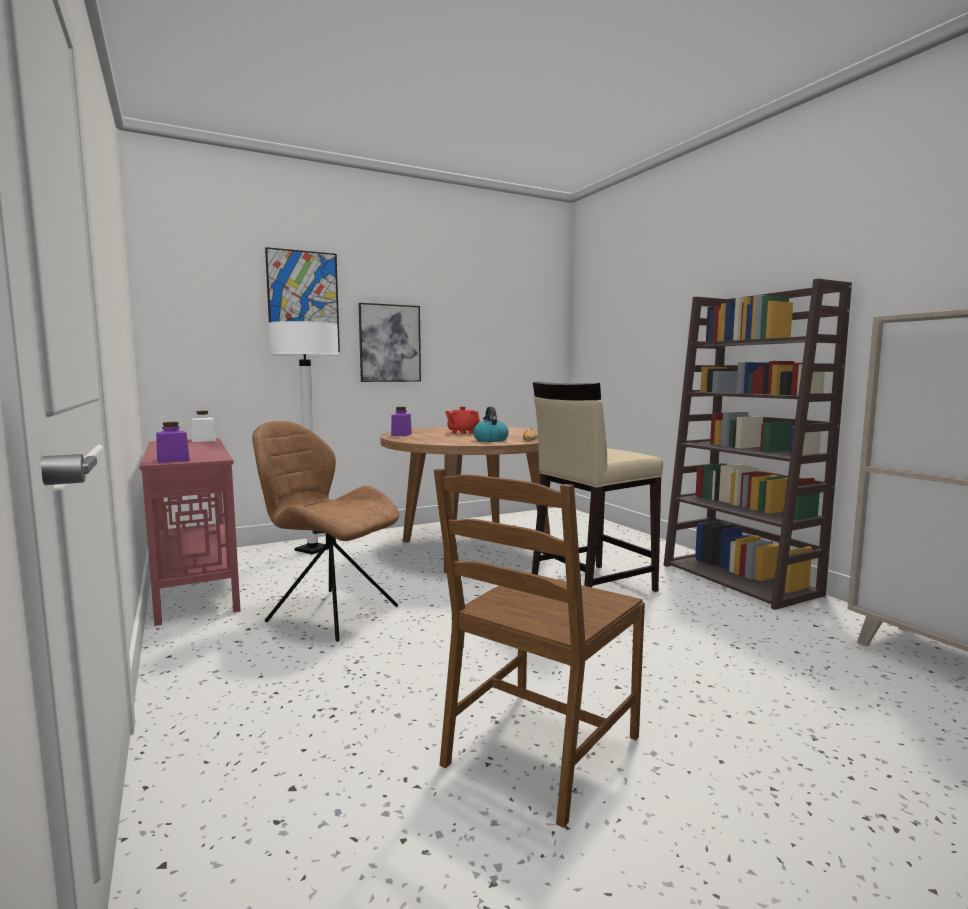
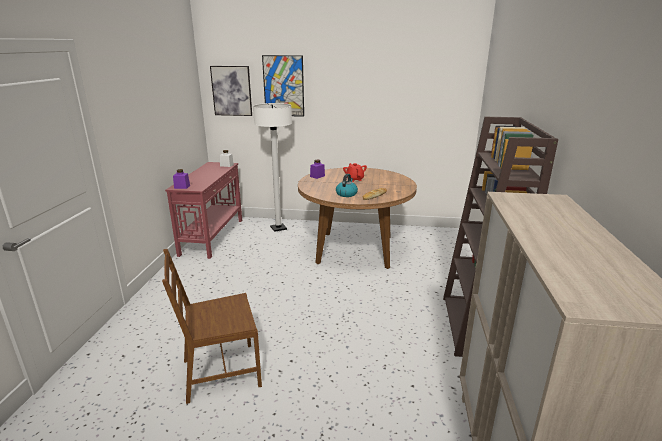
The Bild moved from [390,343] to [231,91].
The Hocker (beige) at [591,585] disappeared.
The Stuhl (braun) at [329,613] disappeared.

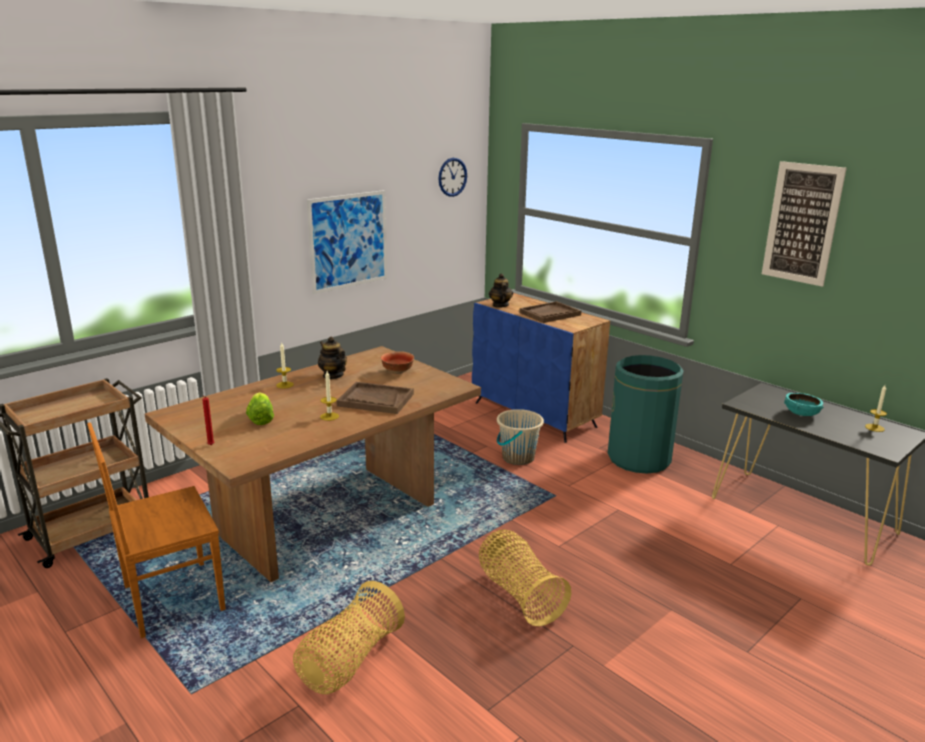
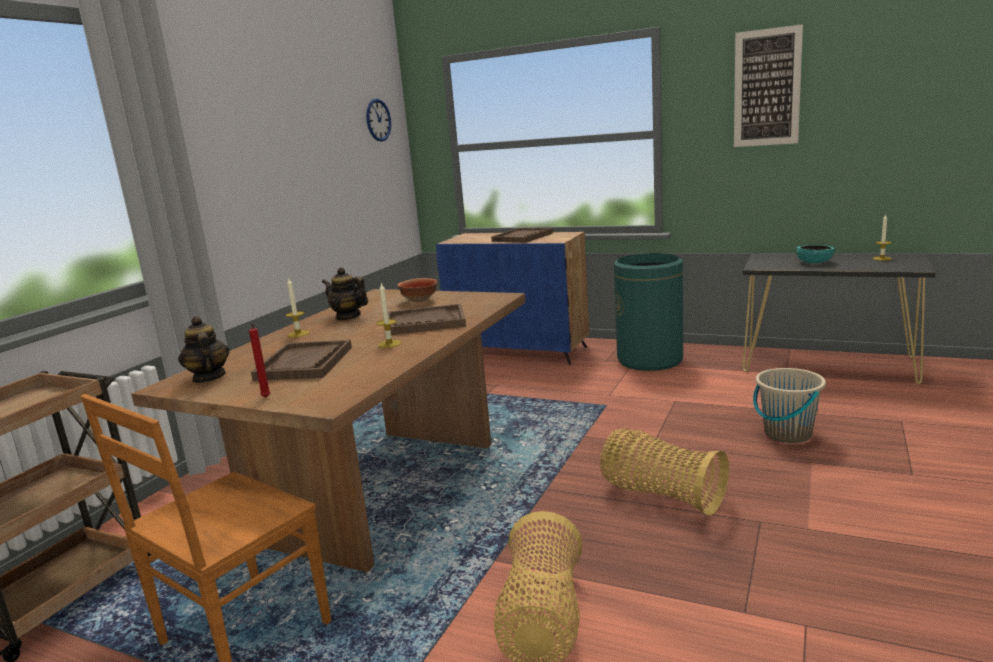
The Bild at [348,241] disappeared.
The Teekanne moved from [500,305] to [208,377].
The Salatkopf at [261,419] was replaced by the Tablett (braun) at [305,363].
The Eimer (beige) moved from [518,457] to [787,434].

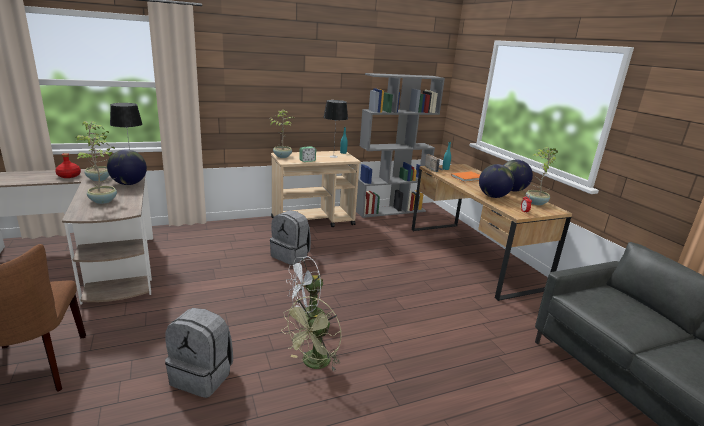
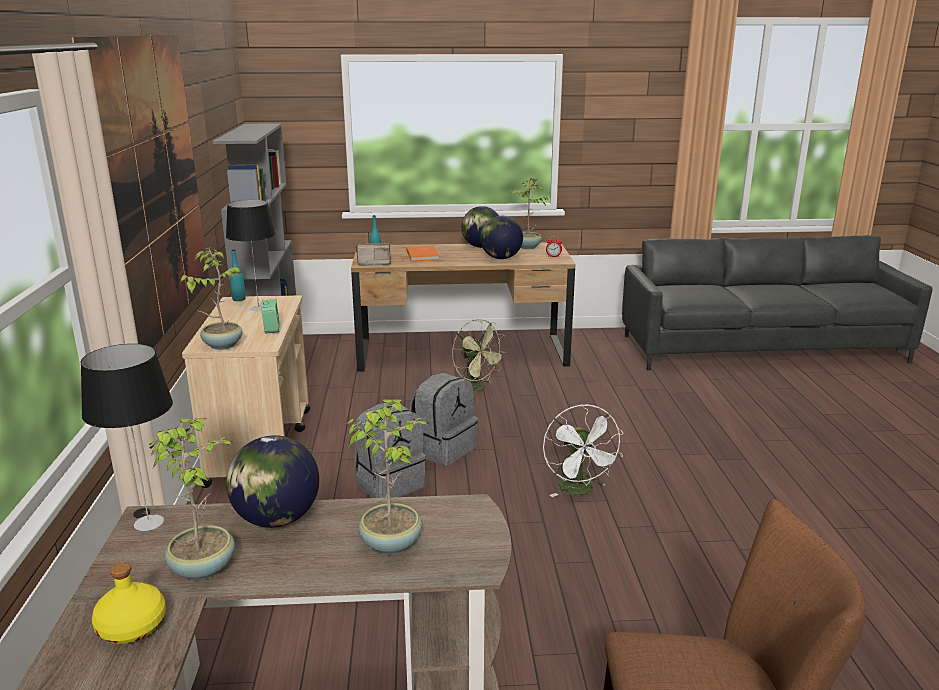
The Flasche (rot) at [69,176] became the Flasche (gelb) at [131,627].
The Ventilator (grün) moved from [313,364] to [476,389].
The Rucksack (grau) moved from [203,376] to [443,449].
The Bild at [155,187] appeared.

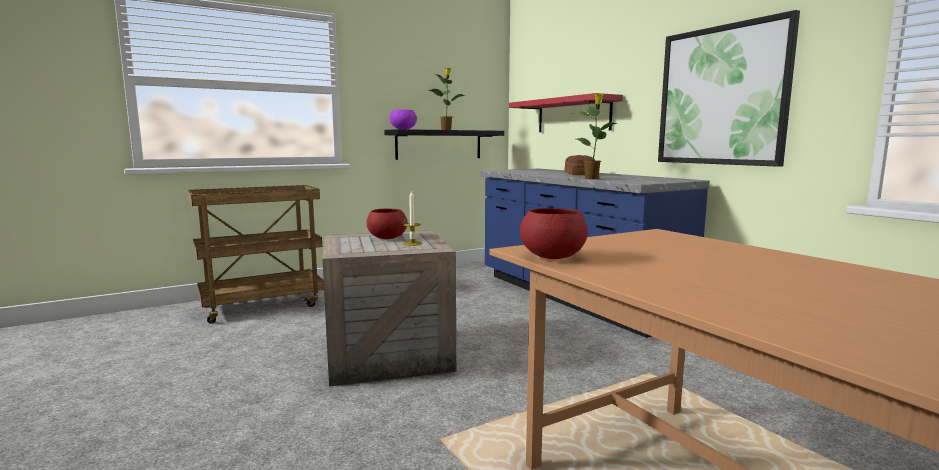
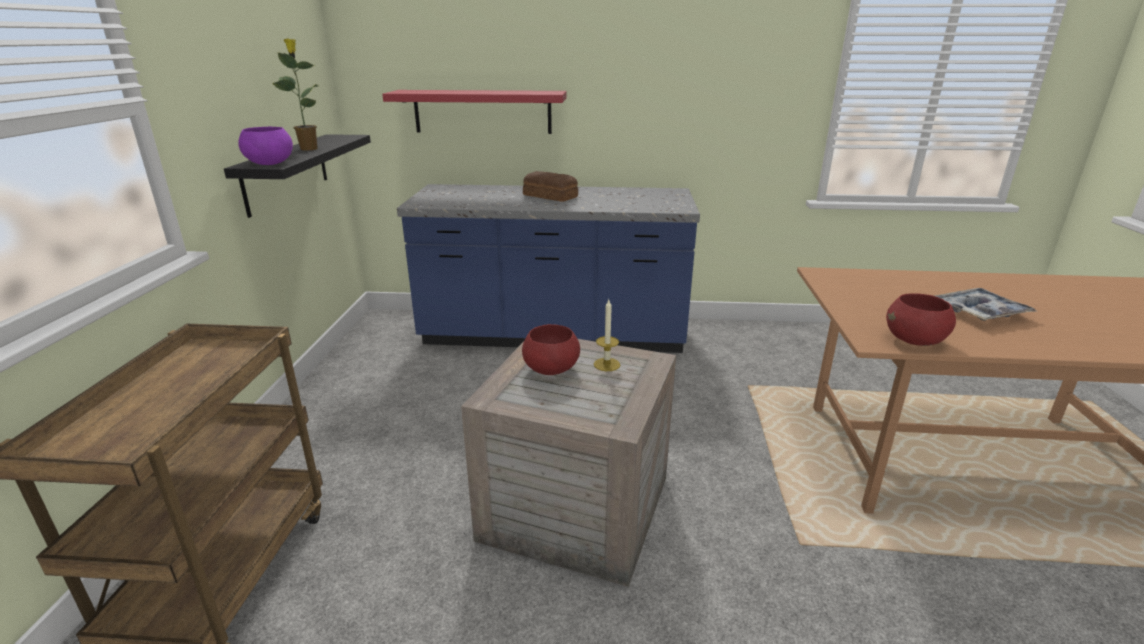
The Bild at [721,96] disappeared.
The Topfpflanze at [592,178] disappeared.
The Tablett at [979,312] appeared.

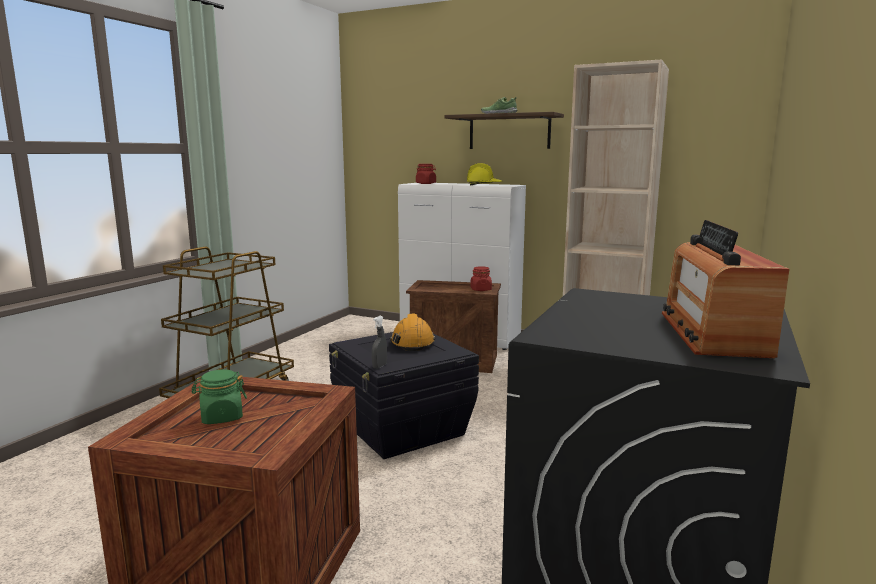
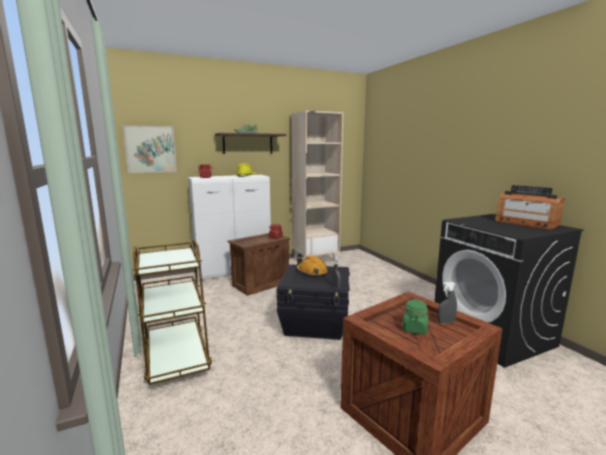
The Bild at [150,149] appeared.
The Sprühflasche (grau) at [445,322] appeared.

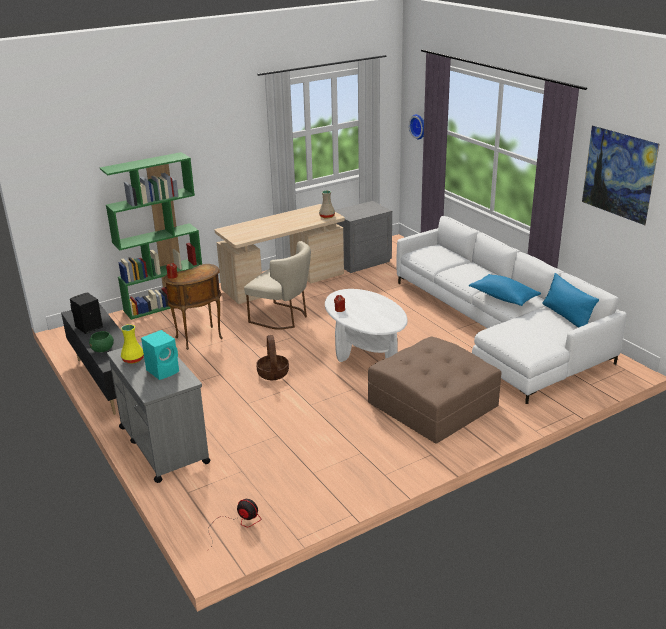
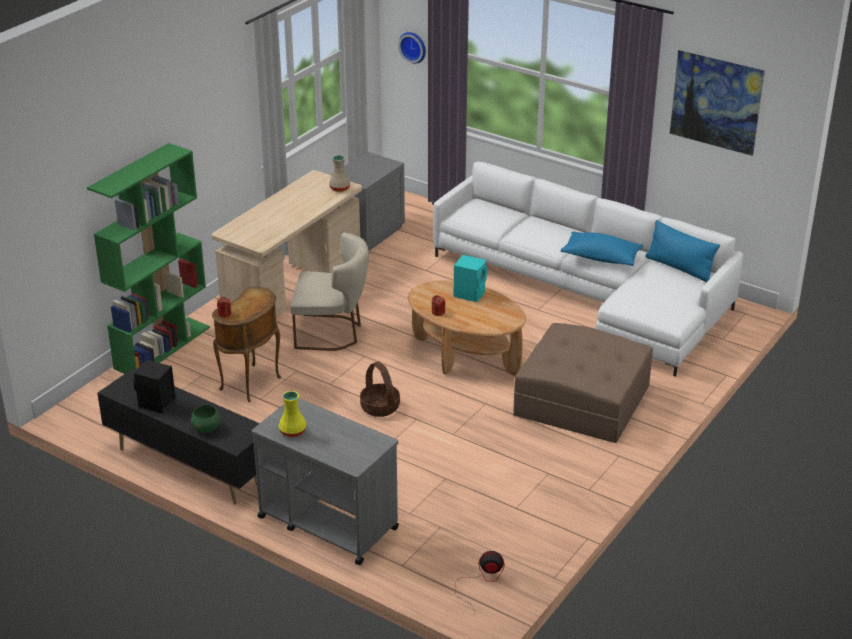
The Couchtisch (weiß) at [365,352] became the Couchtisch (braun) at [465,356].
The Lautsprecher (türkis) moved from [164,370] to [470,293].

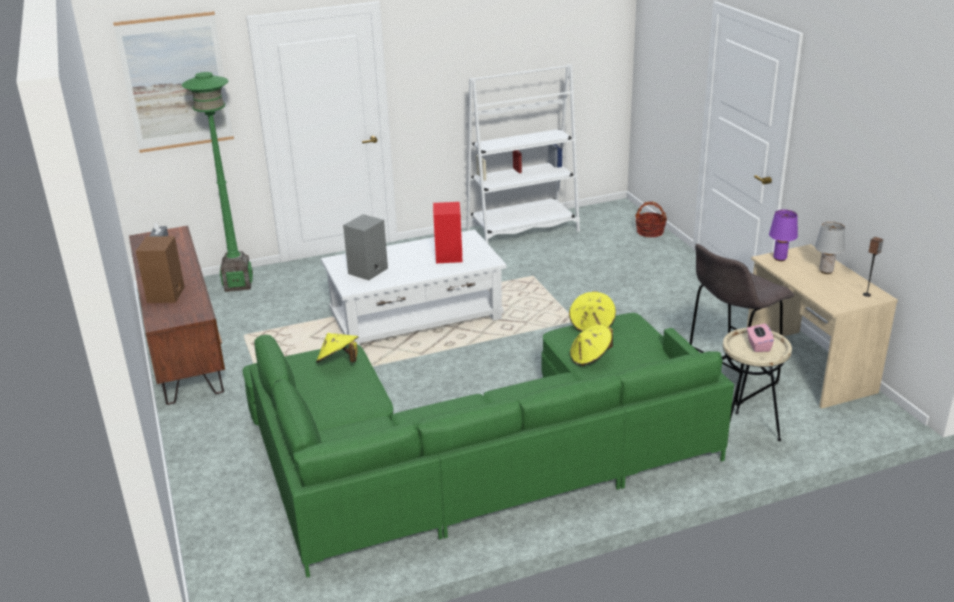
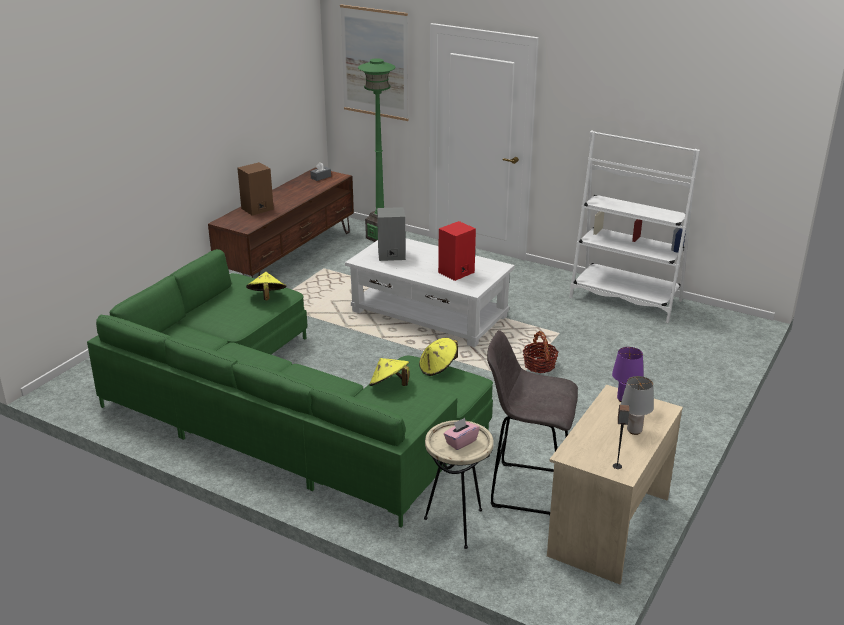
The Korb moved from [650,232] to [539,365].

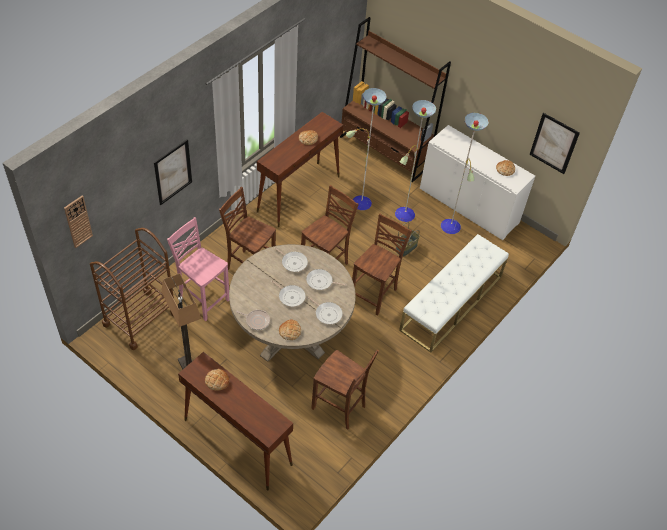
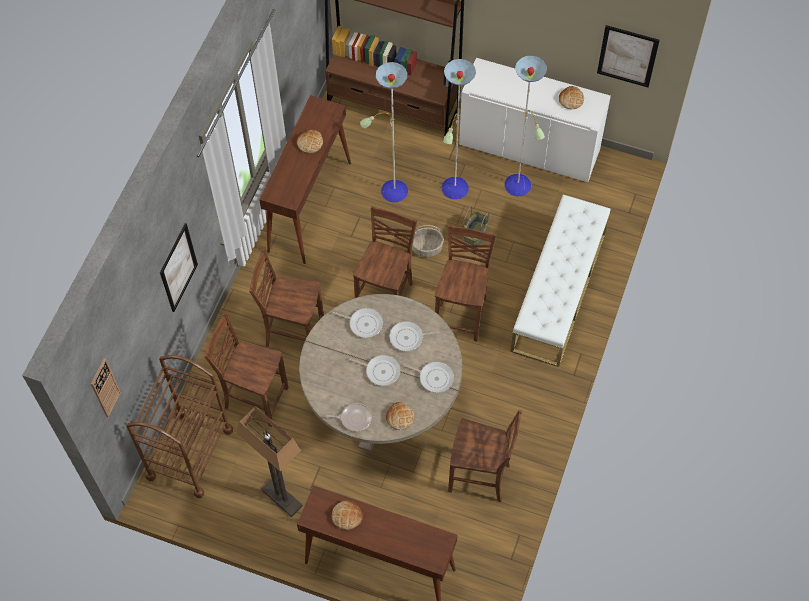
The Stuhl (rosa) at [203,299] became the Stuhl (braun) at [255,398].
The Korb at [426,248] appeared.

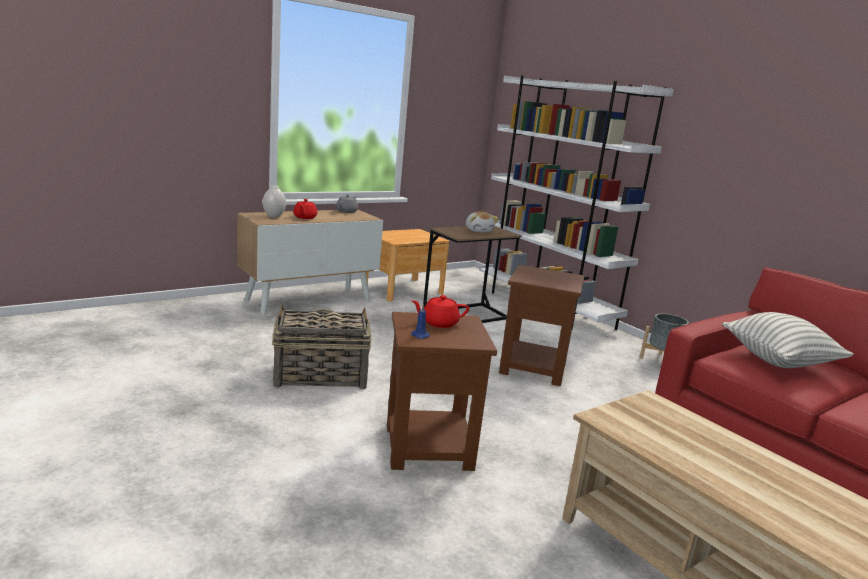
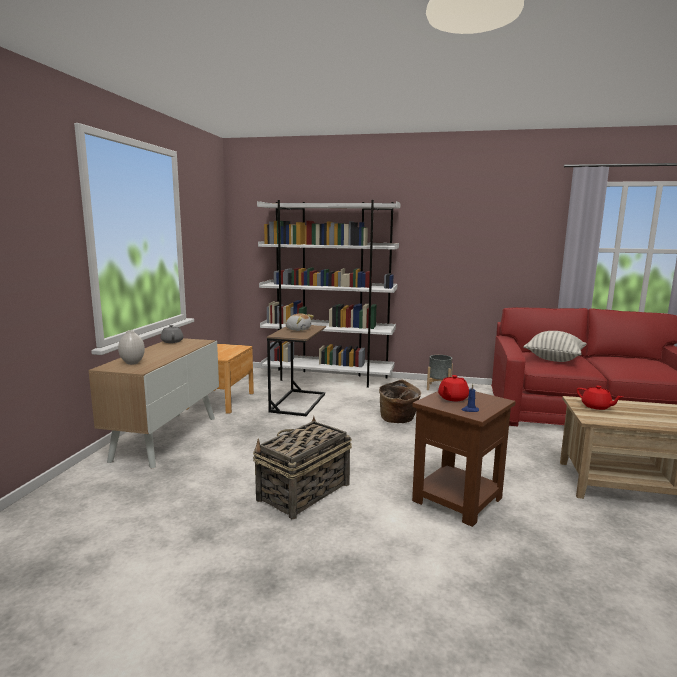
The Teekanne (rot) moved from [304,217] to [596,407].
The Beistelltisch (braun) at [532,368] was replaced by the Korb at [398,420].

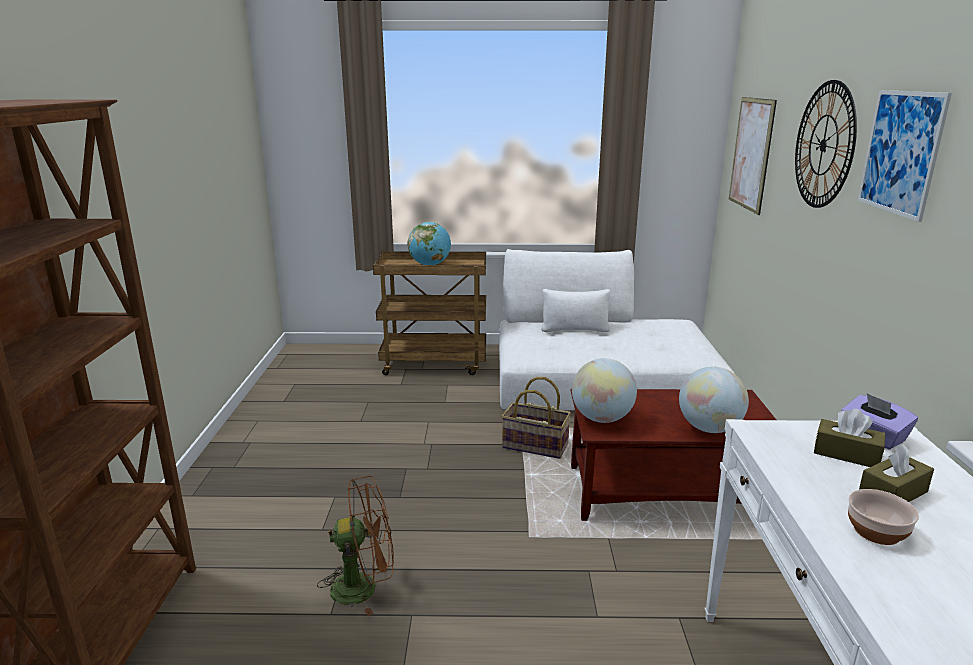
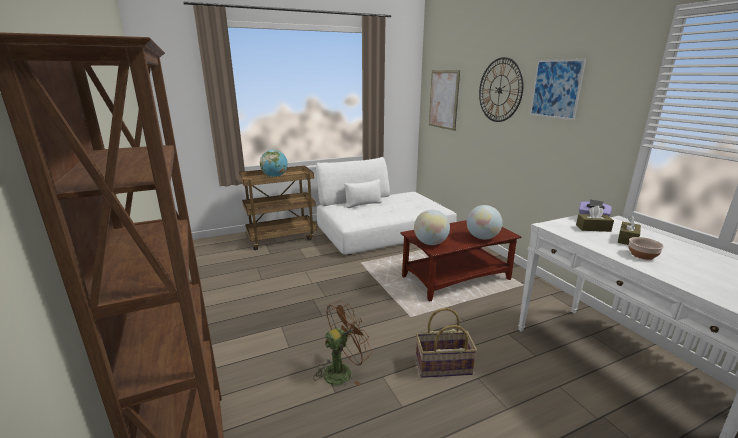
The Korb moved from [534,446] to [443,367].

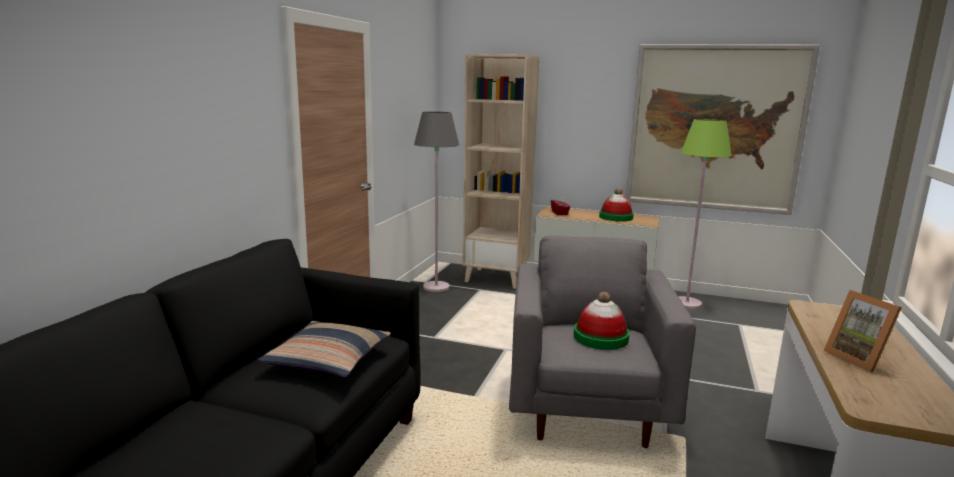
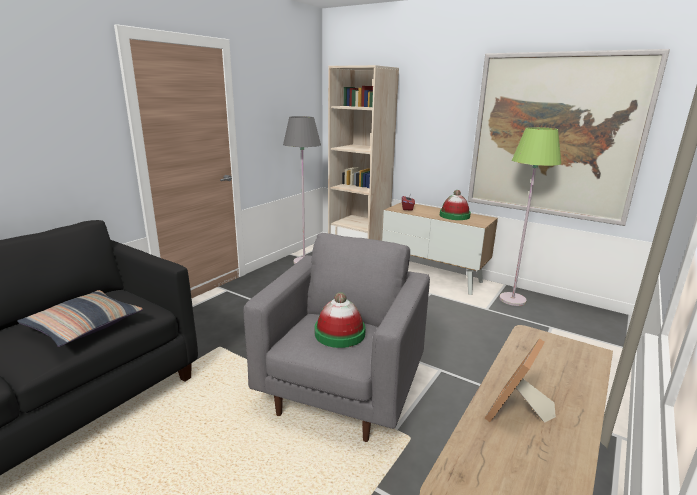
The Bilderrahmen at [858,358] turned 45 degrees clockwise.

